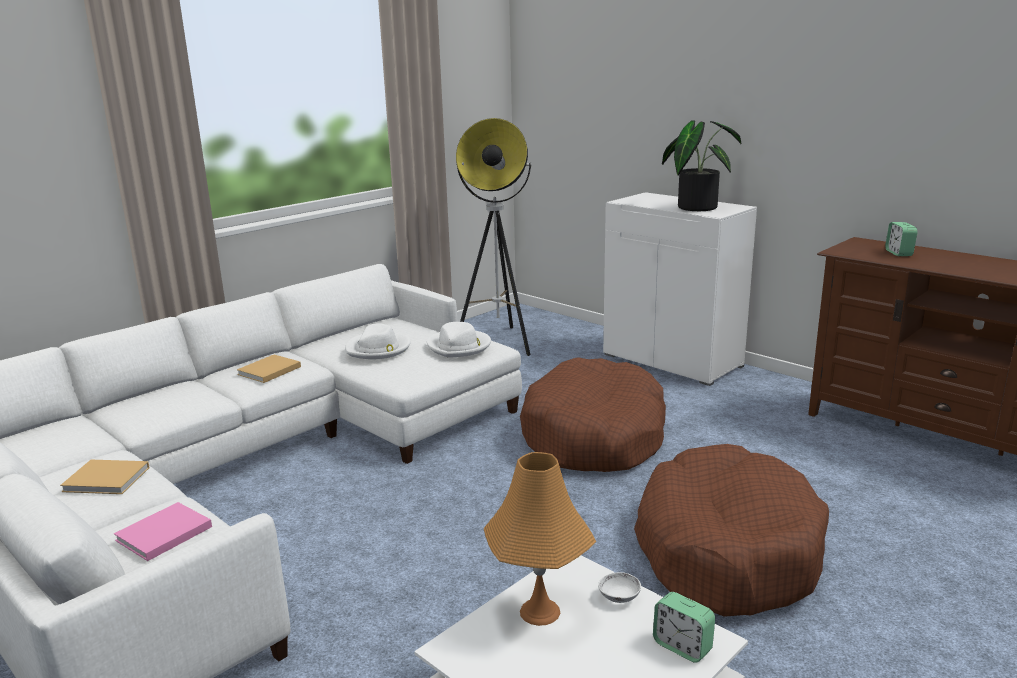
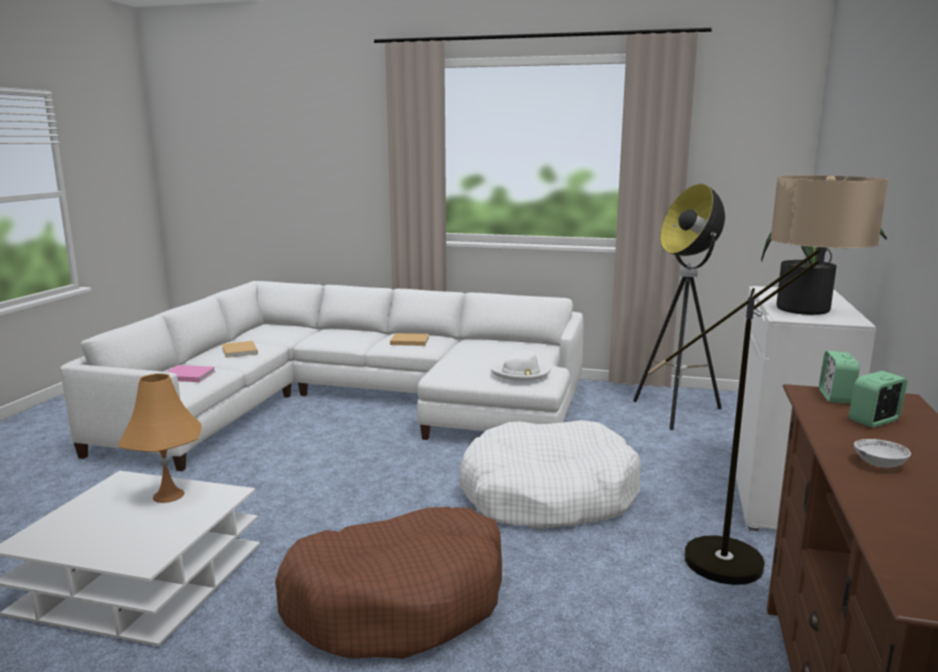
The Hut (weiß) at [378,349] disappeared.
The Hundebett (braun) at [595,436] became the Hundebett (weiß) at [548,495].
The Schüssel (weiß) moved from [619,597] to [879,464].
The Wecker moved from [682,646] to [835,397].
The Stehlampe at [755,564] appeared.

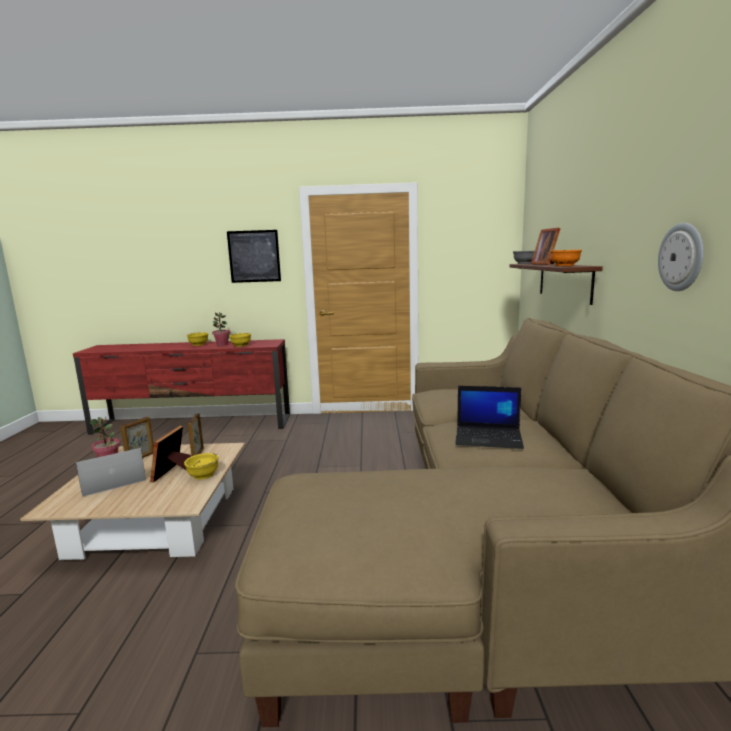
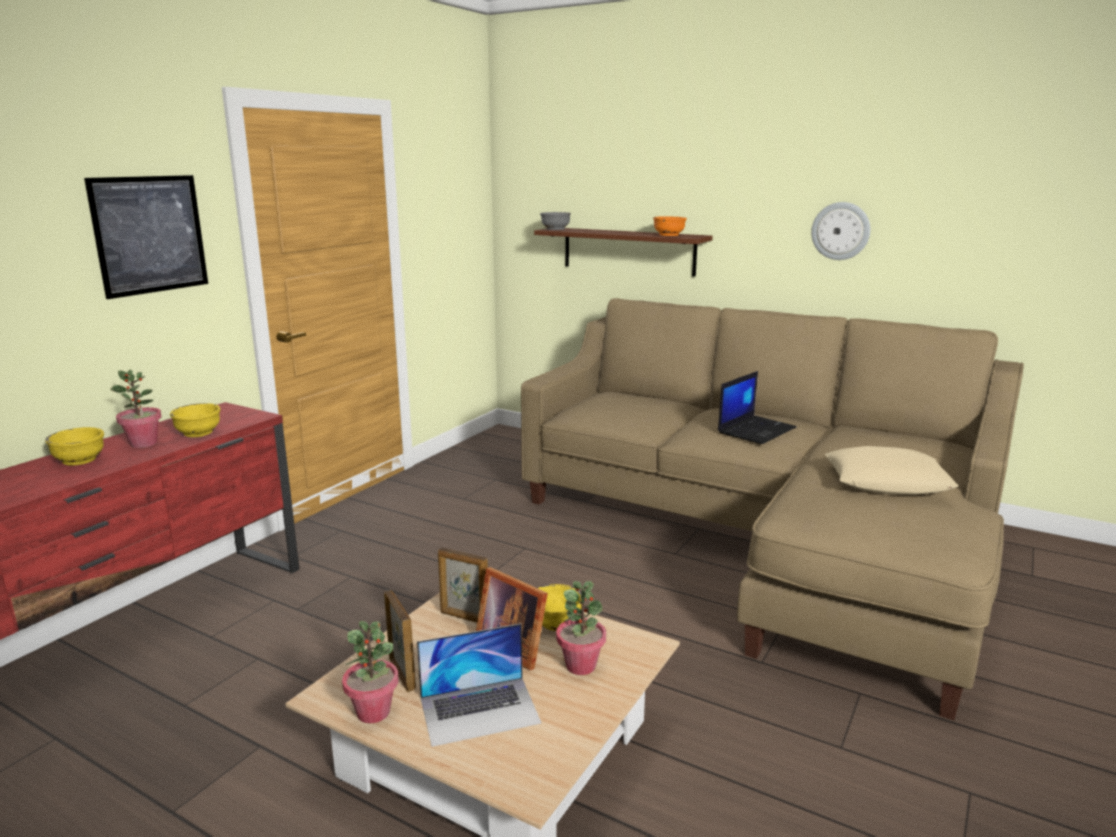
The Bilderrahmen at [546,264] disappeared.
The Laptop at [113,481] turned 105 degrees counterclockwise.
The Kissen (beige) at [887,481] appeared.
The Topfpflanze at [581,665] appeared.

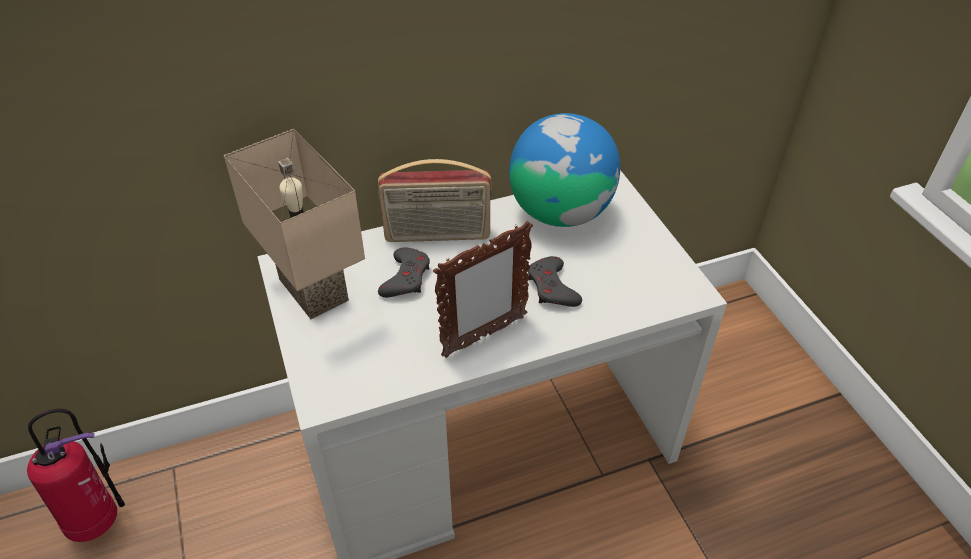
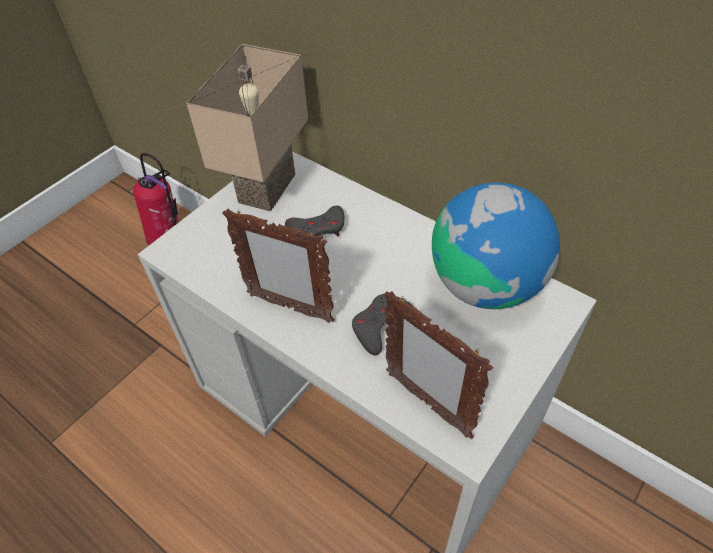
The Radio at [437,235] disappeared.
The Bilderrahmen at [427,403] appeared.

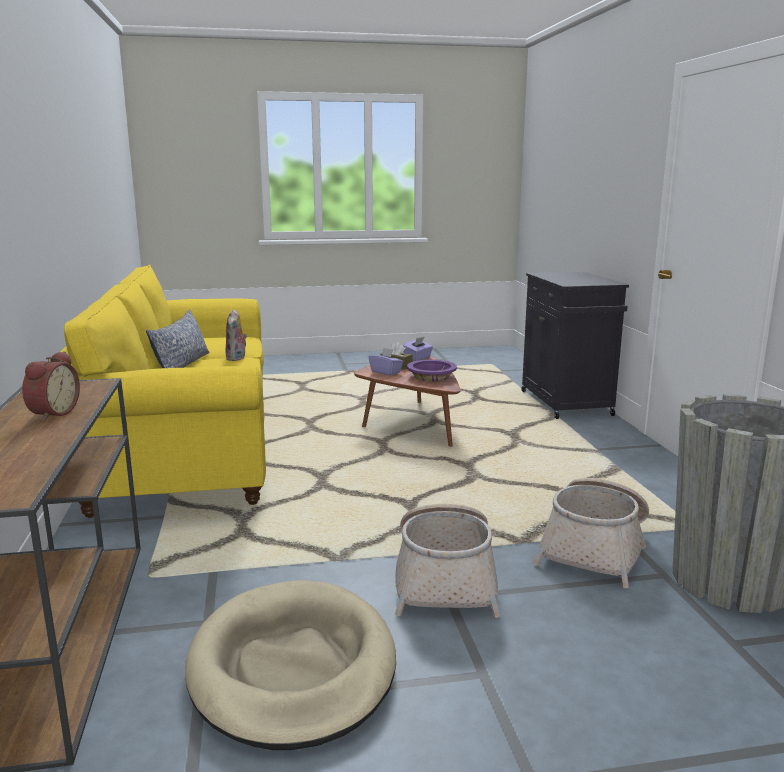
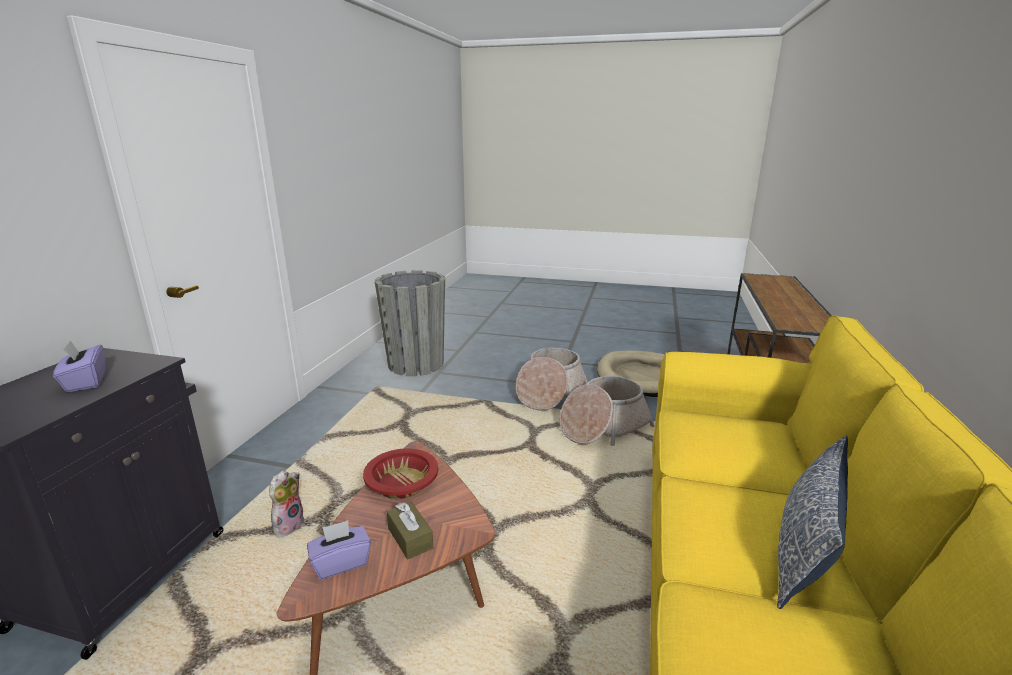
The Plüschtier moved from [237,358] to [288,525].
The Taschentuchbox (lila) moved from [386,372] to [85,382].
The Wecker at [52,413] disappeared.
The Schüssel (lila) at [431,376] became the Schüssel (rot) at [402,483].
The Korb moved from [595,549] to [603,427].

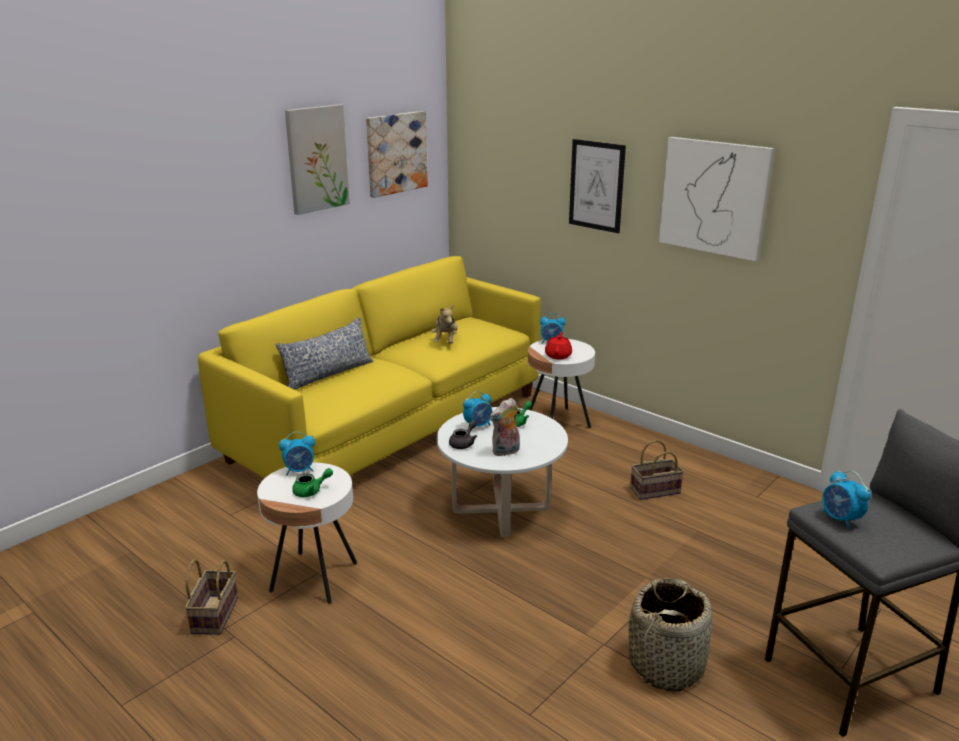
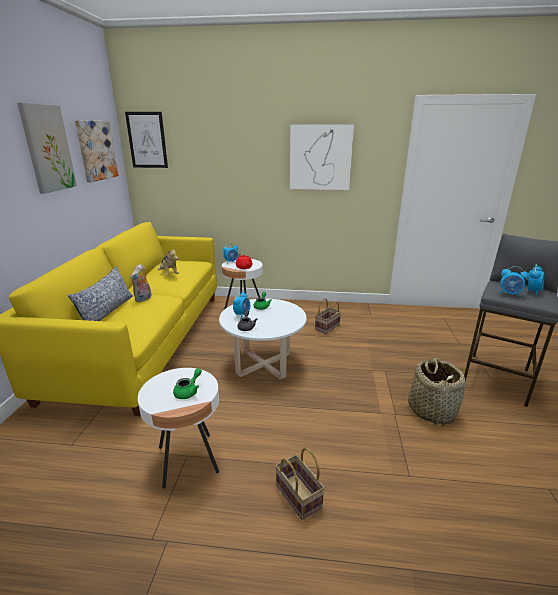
The Bild moved from [596,186] to [147,140].
The Plüschtier moved from [506,452] to [143,299].
The Wecker moved from [300,470] to [532,291].
The Korb moved from [214,614] to [297,495].

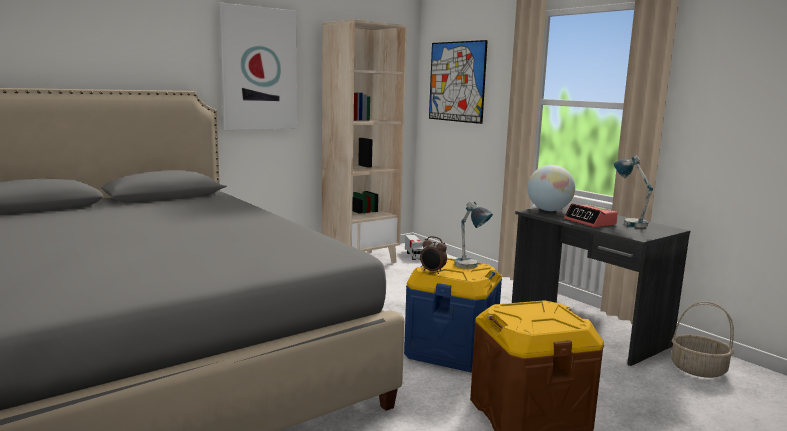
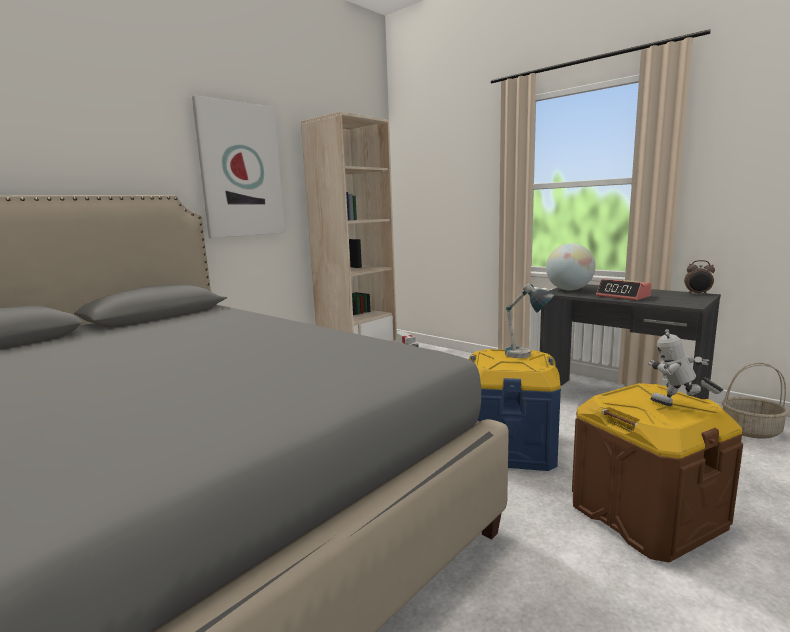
The Bild at [456,81] disappeared.
The Tischlampe at [628,222] disappeared.
The Wecker moved from [432,271] to [697,294].
The Spielzeugroboter at [678,408] appeared.

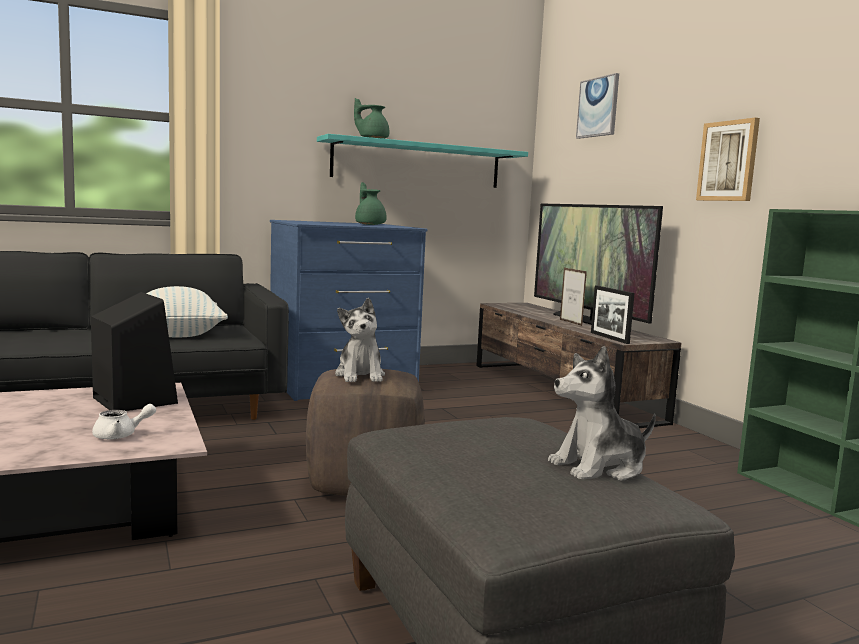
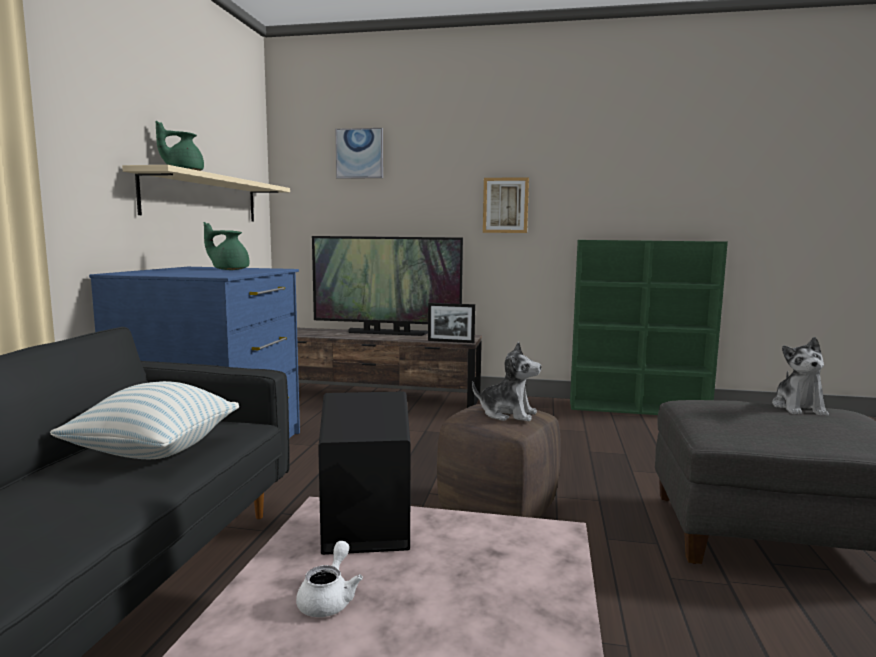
The Wandregal (türkis) at [418,164] became the Wandregal (beige) at [203,198].
The Bilderrahmen at [570,323] disappeared.
The Teekanne (weiß) moved from [121,435] to [329,599].

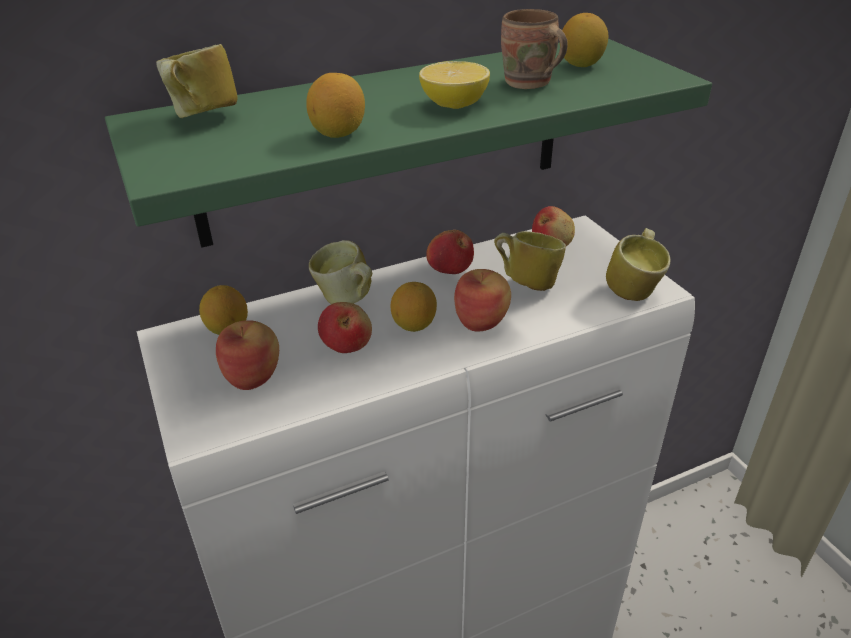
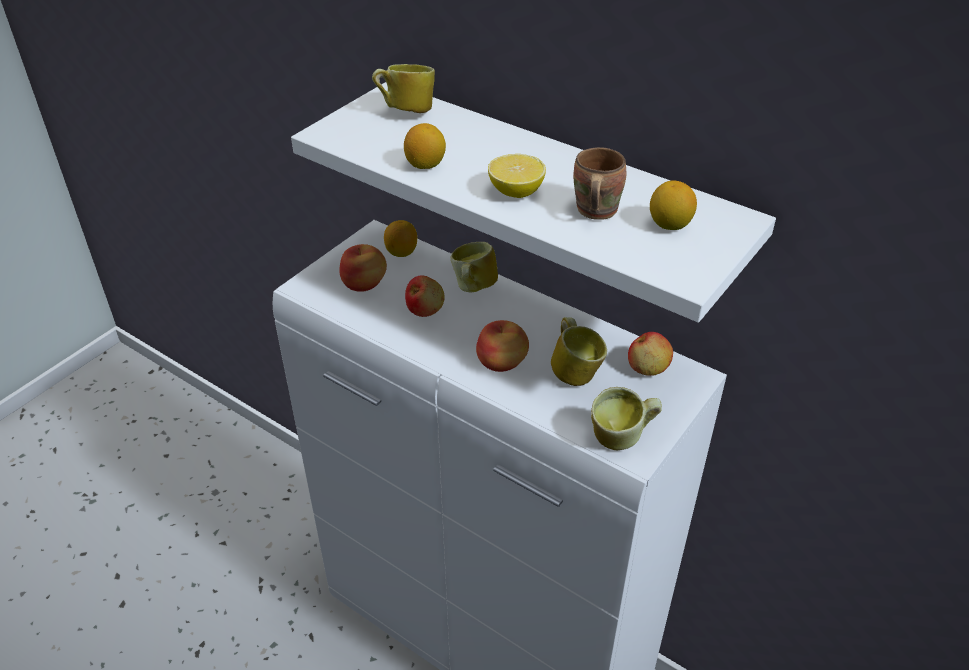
The Wandregal (grün) at [386,140] became the Wandregal (weiß) at [557,194].
The Apfel at [450,268] disappeared.
The Zitrone at [414,325] disappeared.

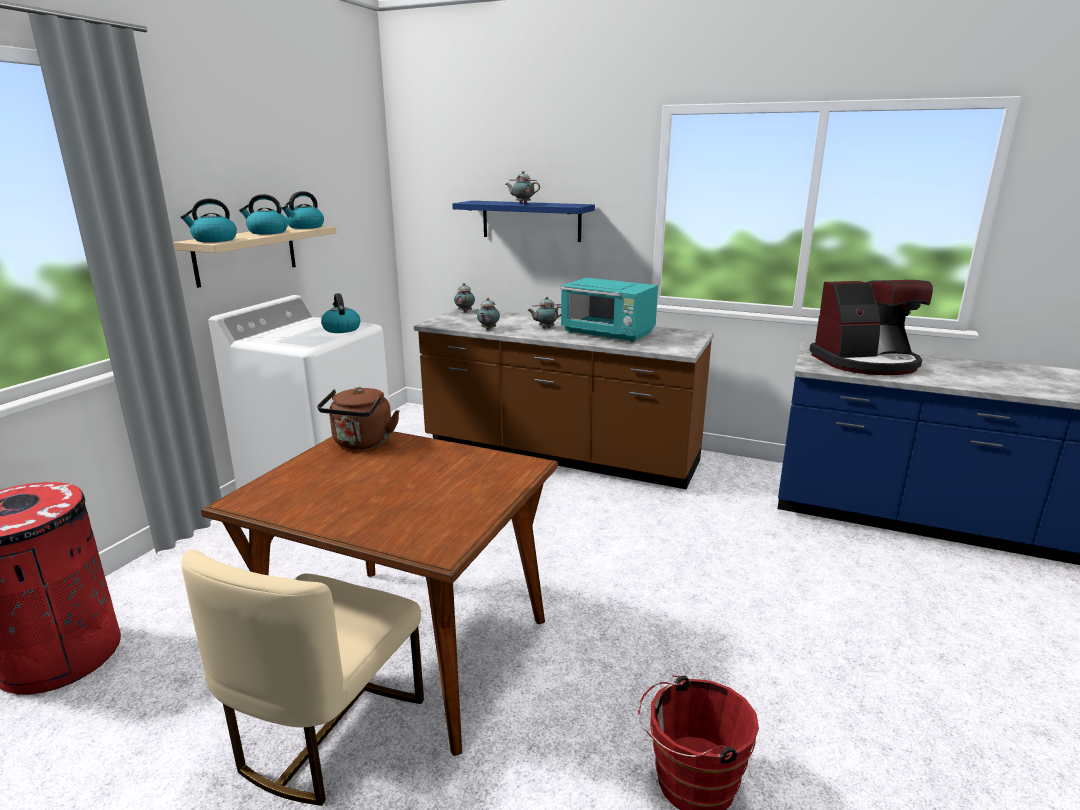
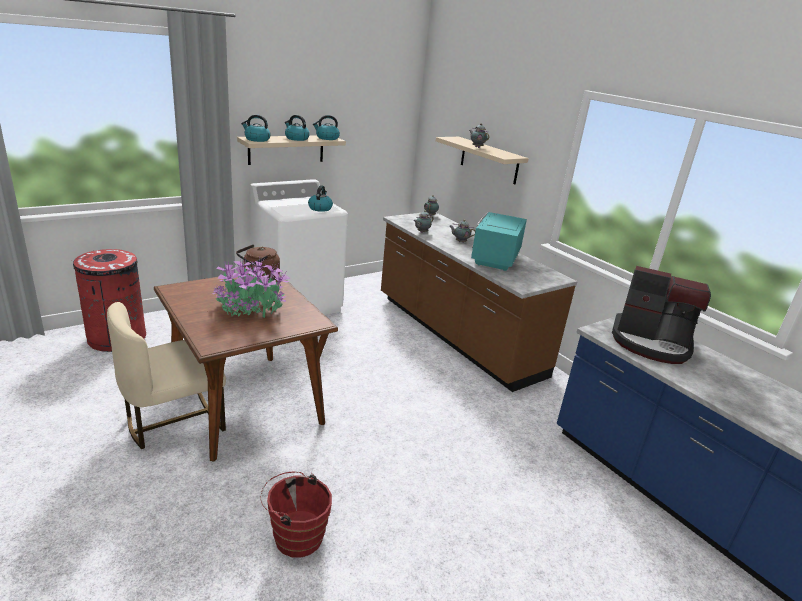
The Wandregal (blau) at [531,221] became the Wandregal (beige) at [489,160].
The Mikrowelle (türkis) at [608,334] turned 45 degrees clockwise.
The Topfpflanze at [251,308] appeared.

